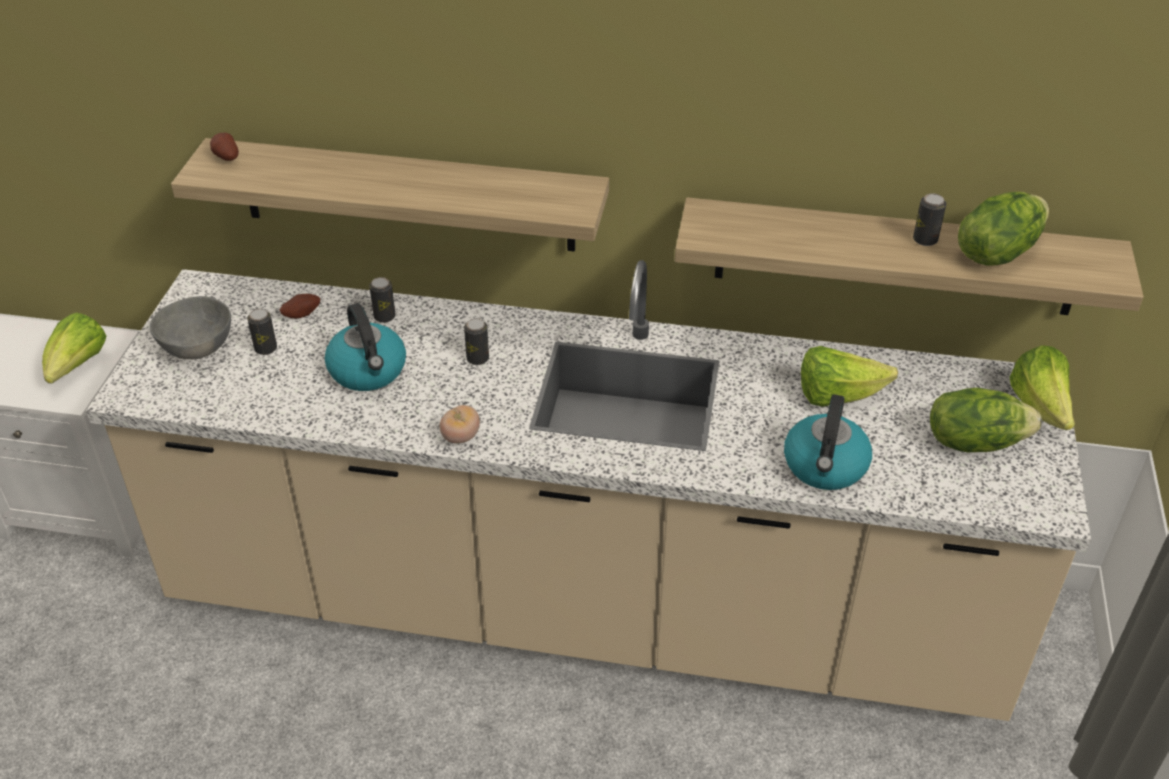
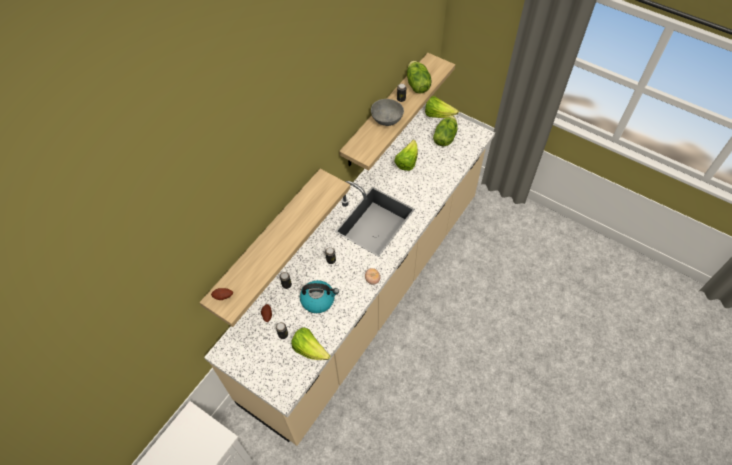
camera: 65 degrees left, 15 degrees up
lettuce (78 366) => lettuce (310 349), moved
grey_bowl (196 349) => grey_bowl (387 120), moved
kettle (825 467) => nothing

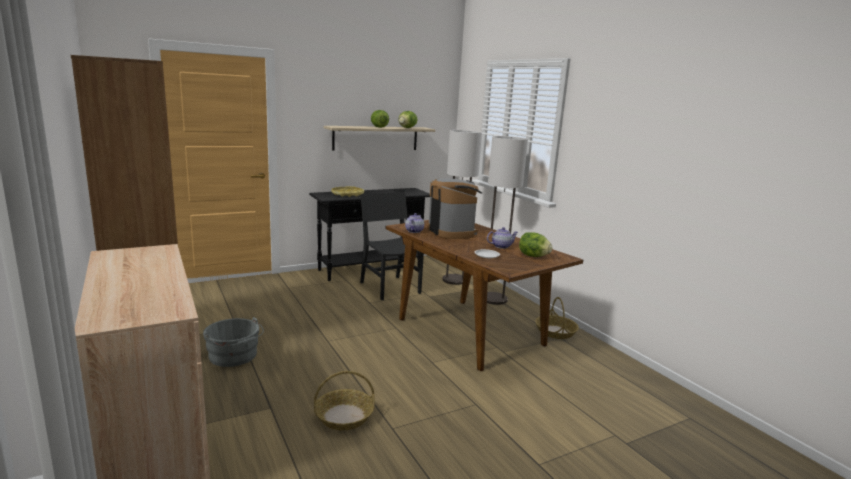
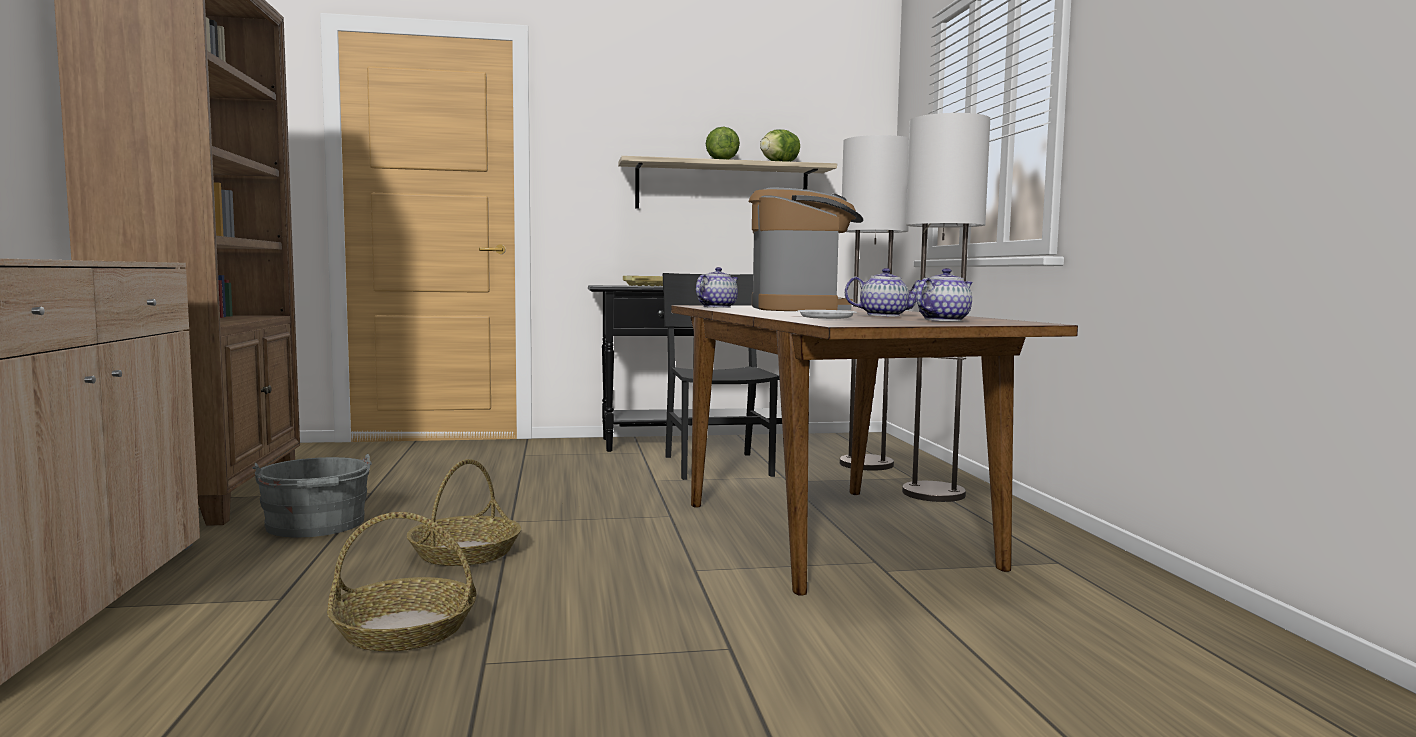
camera: 20 degrees right, 10 degrees down
basket (555 332) => basket (465 553), moved
lettuce (533 256) => teapot (944 320)

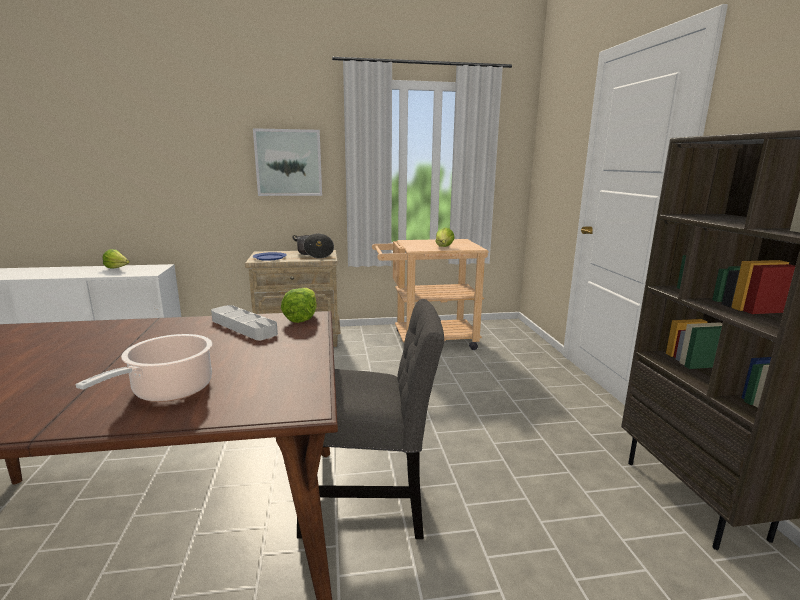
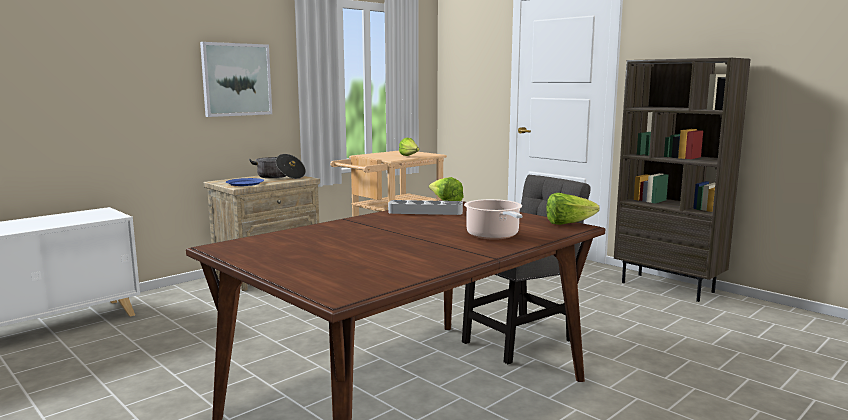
camera: 35 degrees left, 5 degrees down
lettuce (118 269) => lettuce (568 224), moved

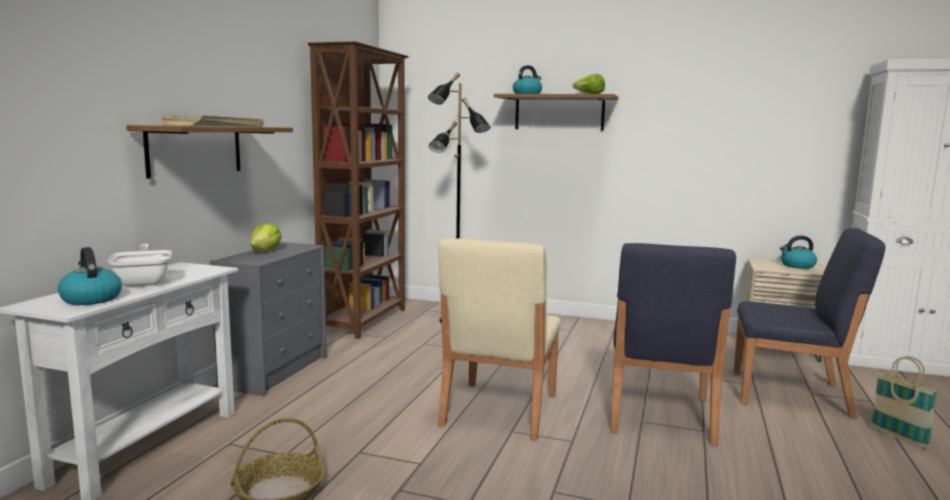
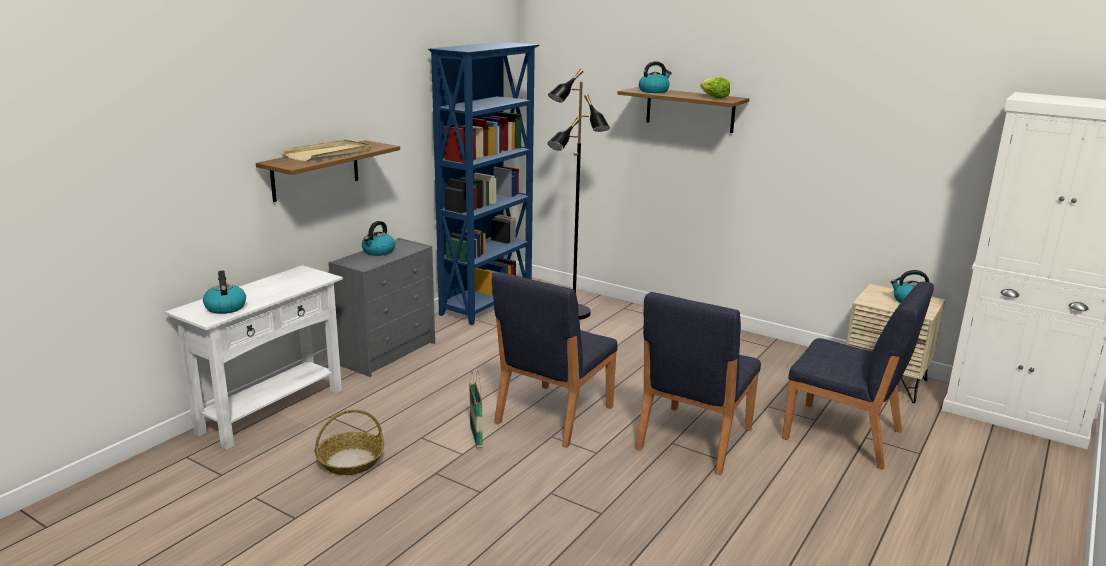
camera: 15 degrees right, 10 degrees up
lettuce (265 251) => kettle (378 252)
brown_bookcase (365 321) => blue_bookcase (488 304)
basket (898 438) => basket (476 437), moved
beige_chair (498 410) => blue_chair (553 415)
frying_pan (144 281) => nothing

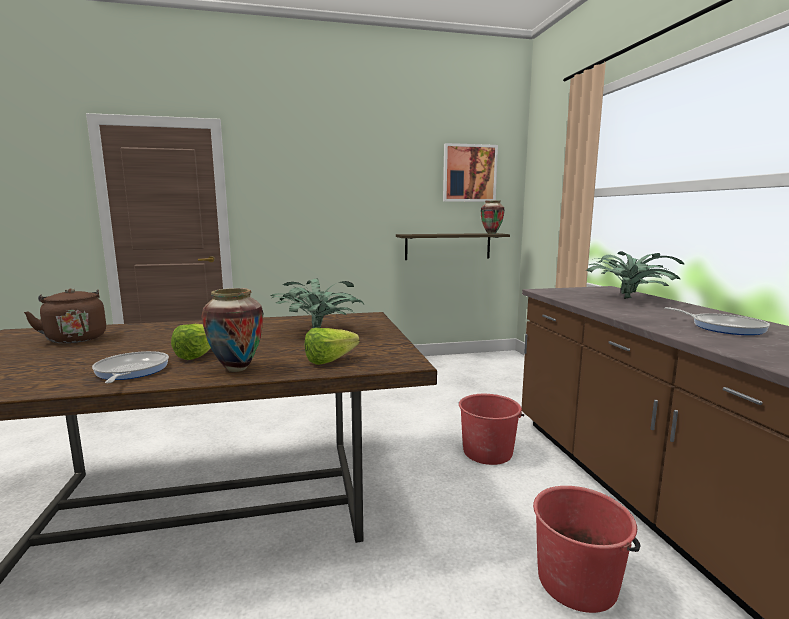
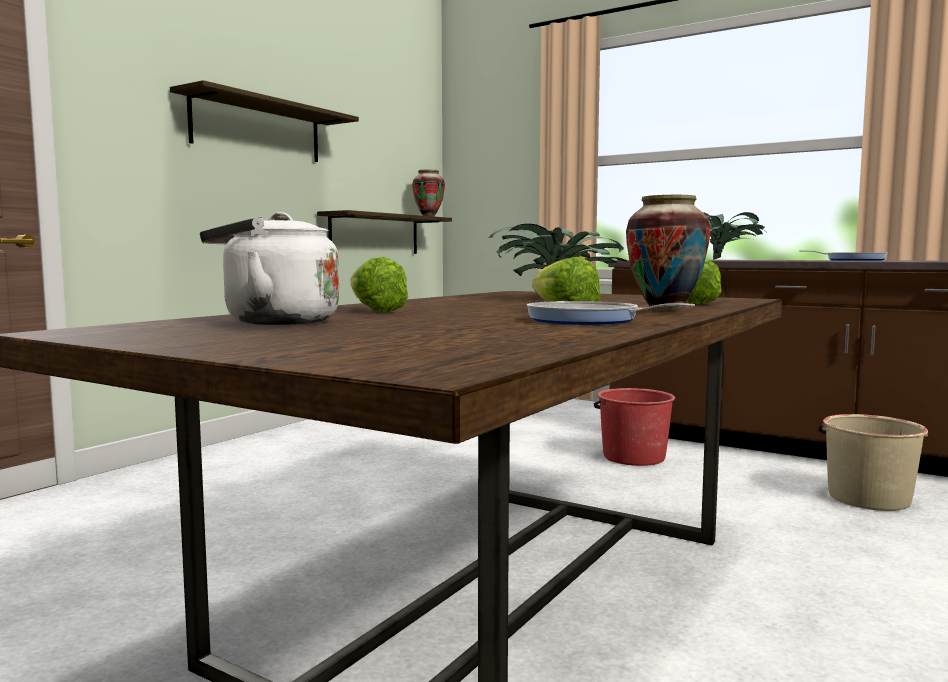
camera: 45 degrees left, 5 degrees down
nothing => shelf (258 129)
brown_kettle (75 338) => white_kettle (274 322)
nothing => lettuce (373 310)
red_bucket (577 581) => beige_bucket (868 498)
picture (469 173) => nothing

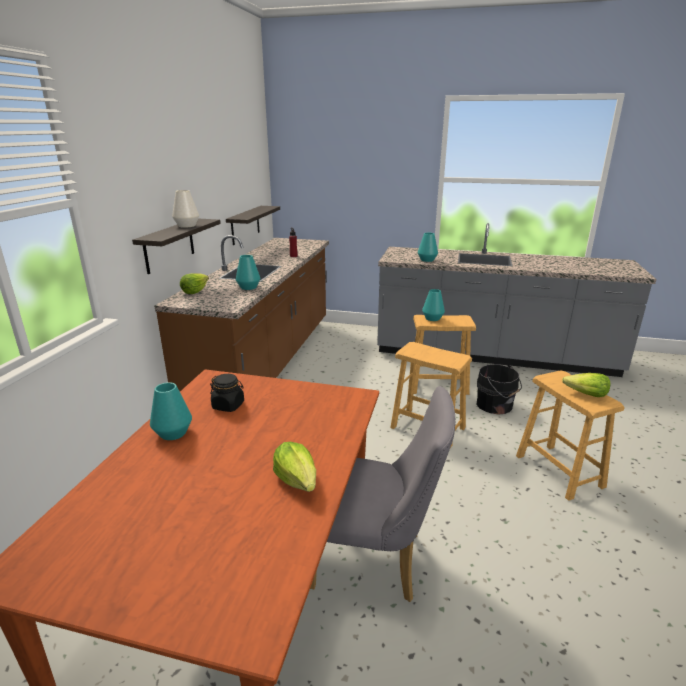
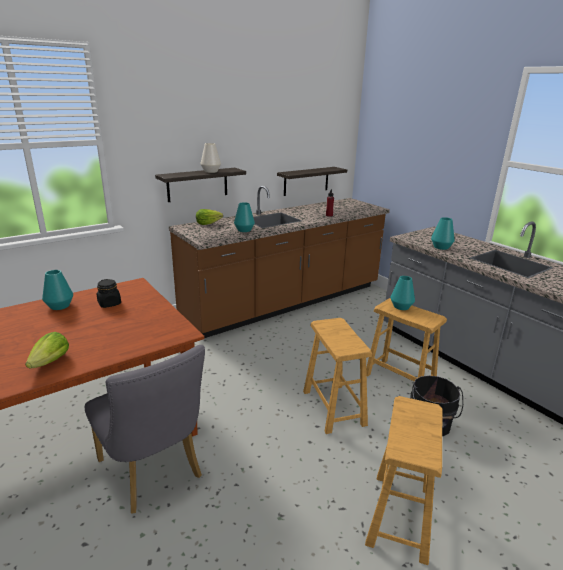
camera: 40 degrees right, 0 degrees up
lettuce (586 394) => nothing

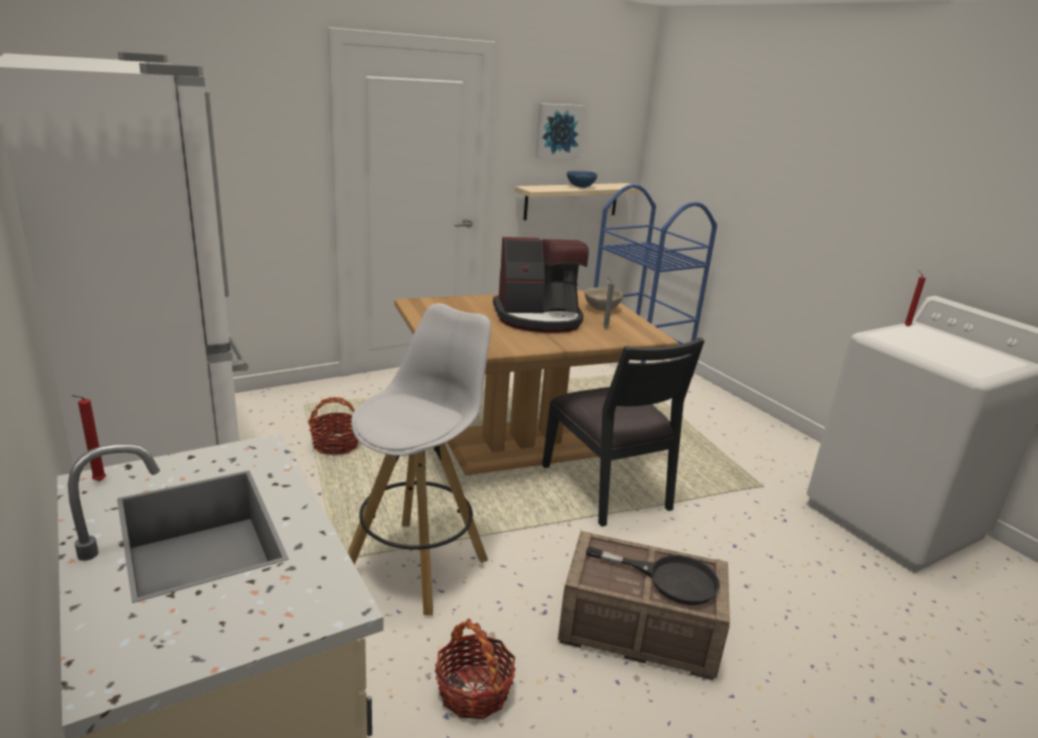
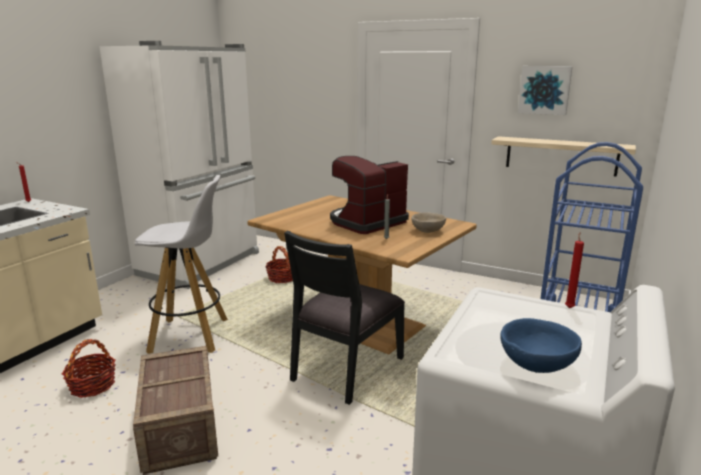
camera: 60 degrees right, 5 degrees down
coffee_machine (539 318) => coffee_machine (366 222), 90 degrees clockwise
blue_bowl (580 186) => blue_bowl (536 364), moved
black_frying_pan (669 578) => nothing

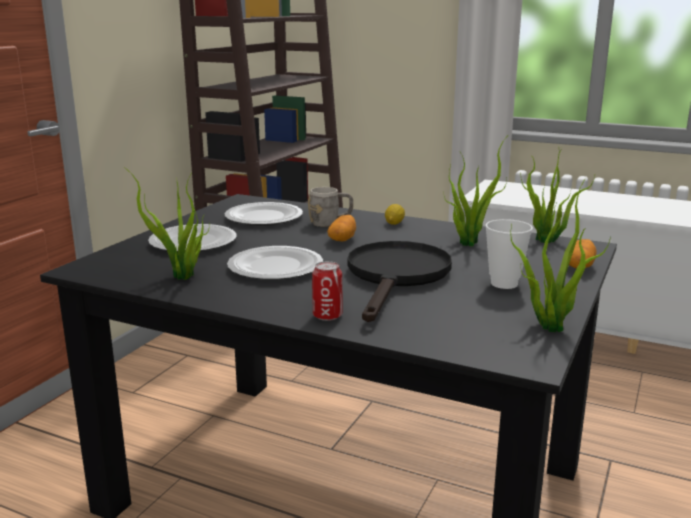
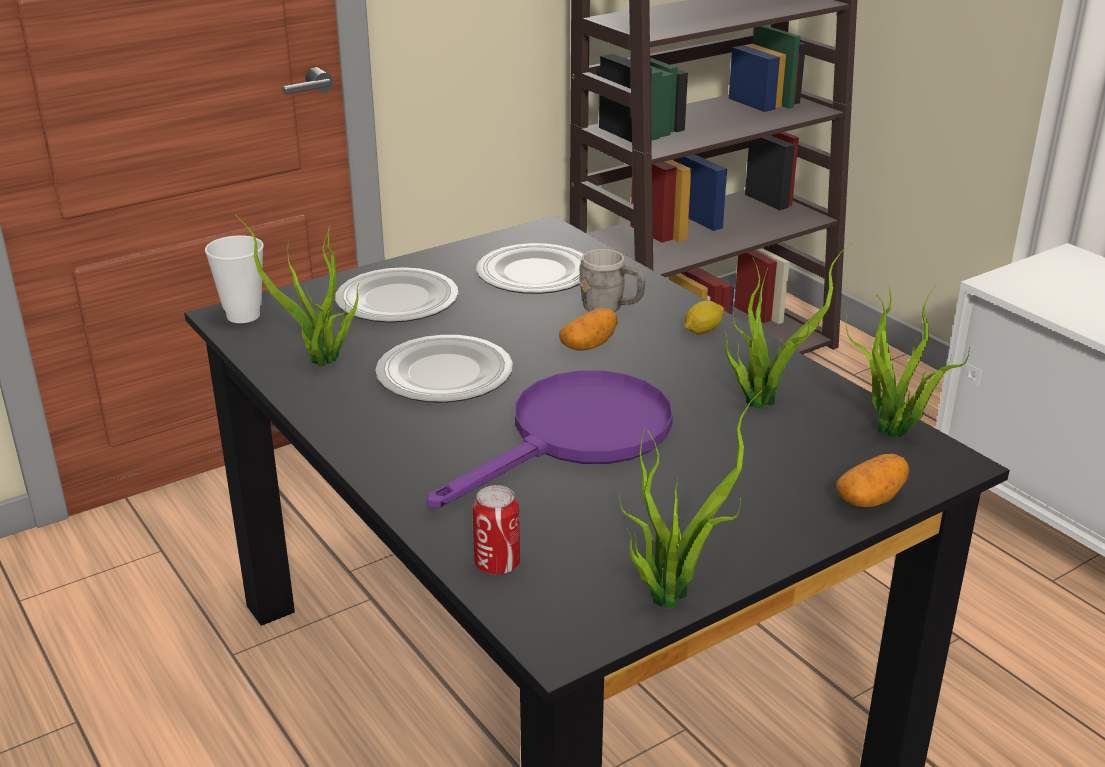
camera: 30 degrees right, 10 degrees up
cup (504 283) => cup (243 315), moved
black_frying_pan (396 276) => purple_frying_pan (576 437)
can (327 316) => can (497 564), moved

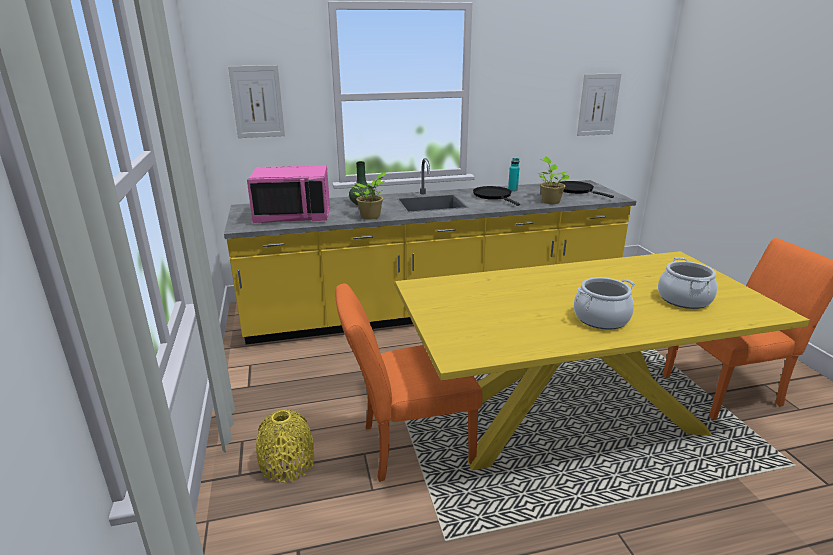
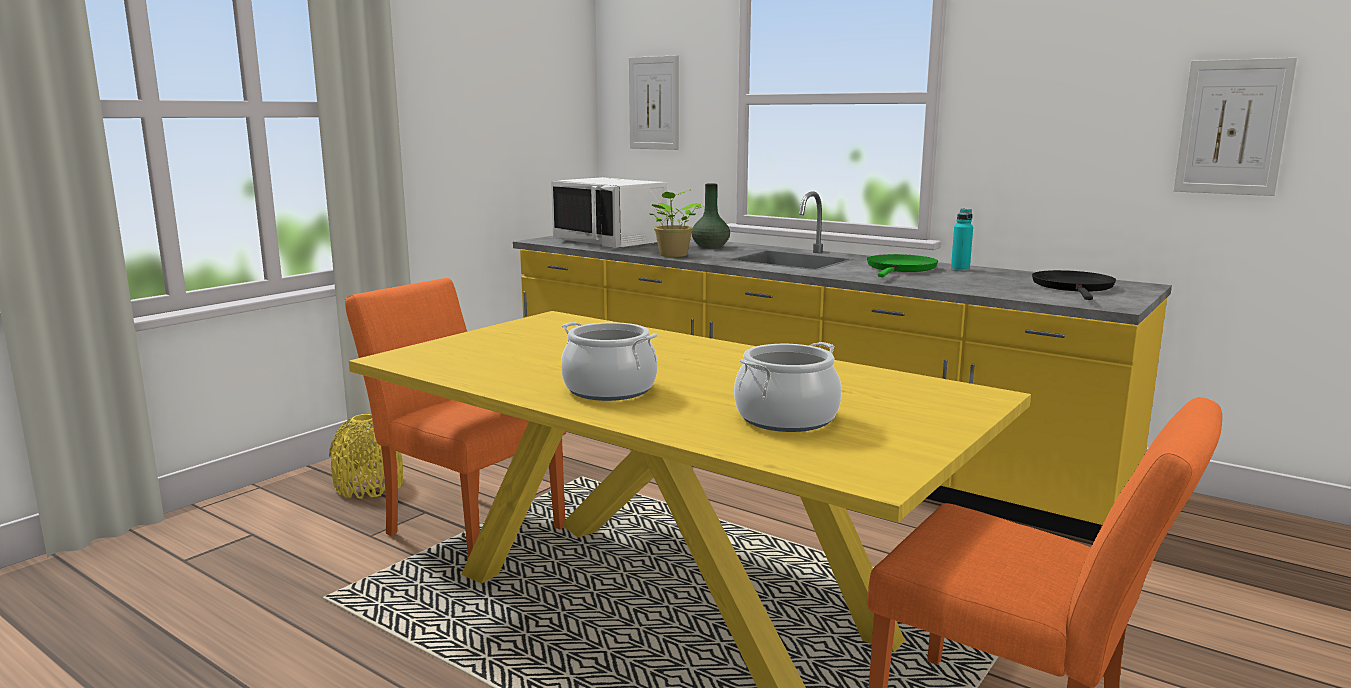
camera: 50 degrees right, 10 degrees down
pink_microwave (293 215) => white_microwave (611 242)
black_frying_pan (493 196) => green_frying_pan (900 269)
potted_plant (550 201) => nothing

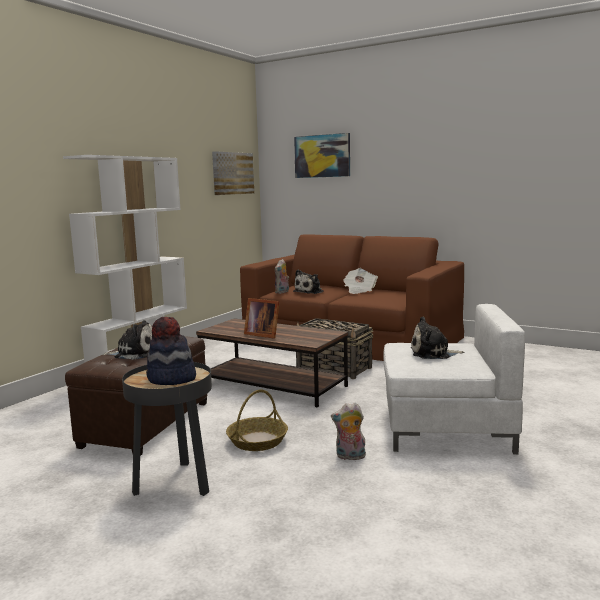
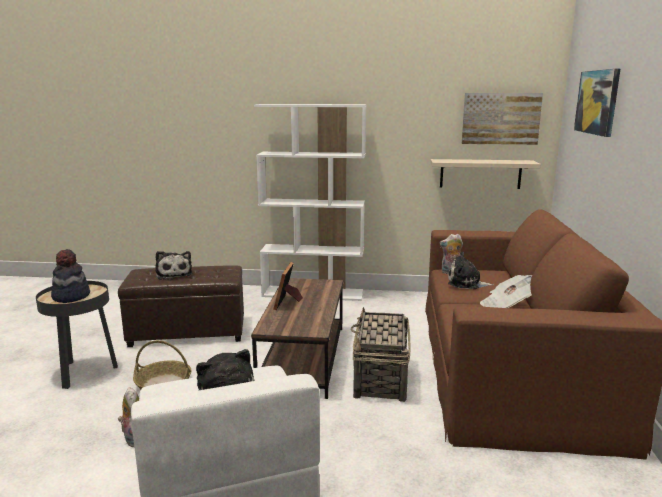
camera: 65 degrees right, 5 degrees up
nothing => beige_shelf (480 173)

